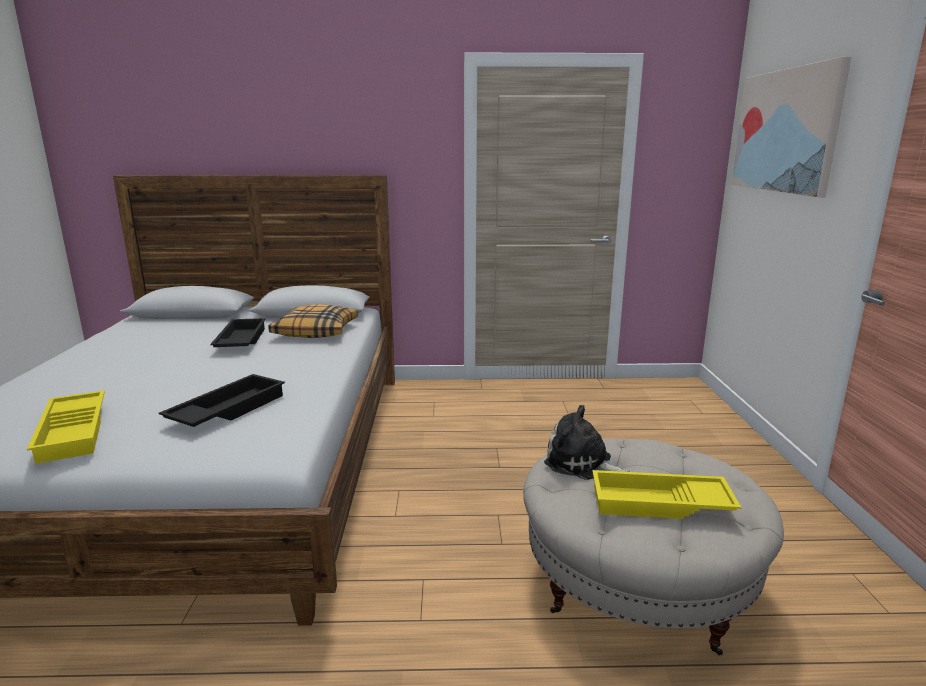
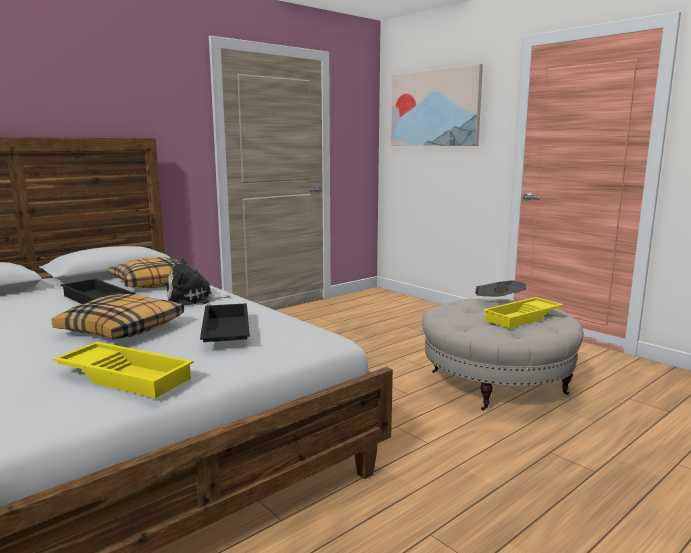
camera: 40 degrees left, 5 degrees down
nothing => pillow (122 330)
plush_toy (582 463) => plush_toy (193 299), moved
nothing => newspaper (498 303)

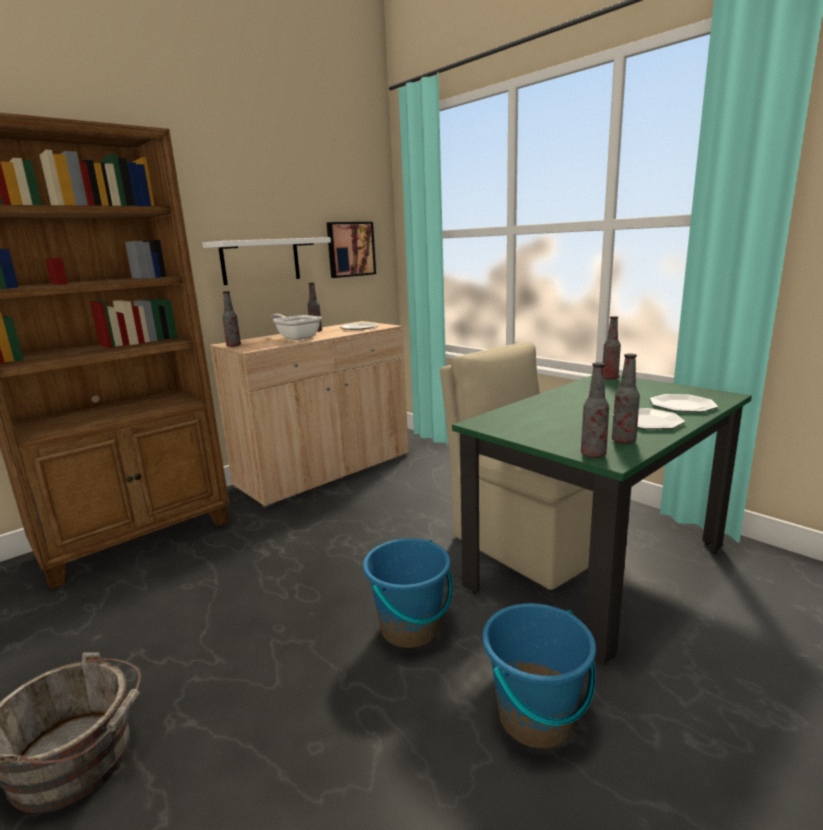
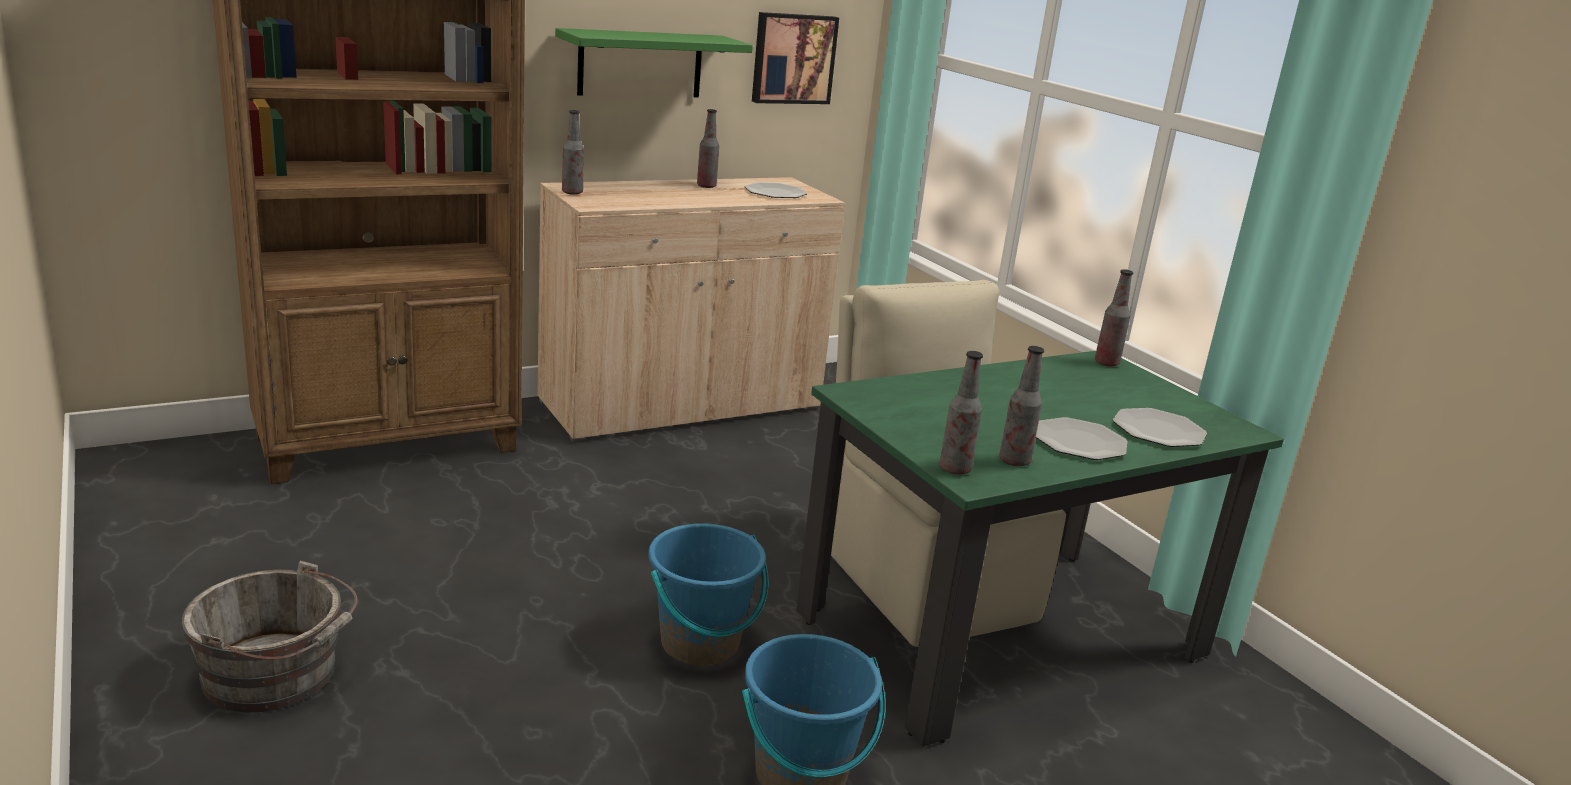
camera: 10 degrees right, 5 degrees up
white_shelf (260 261) => green_shelf (640 64)
frying_pan (296 337) => nothing

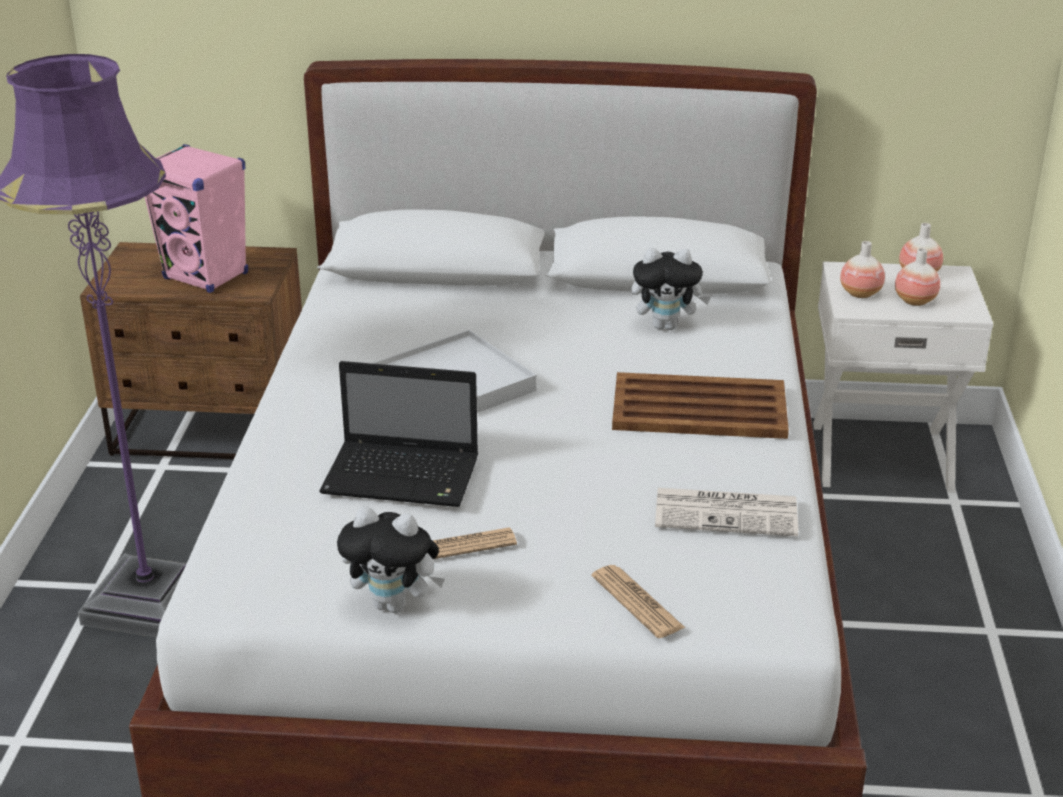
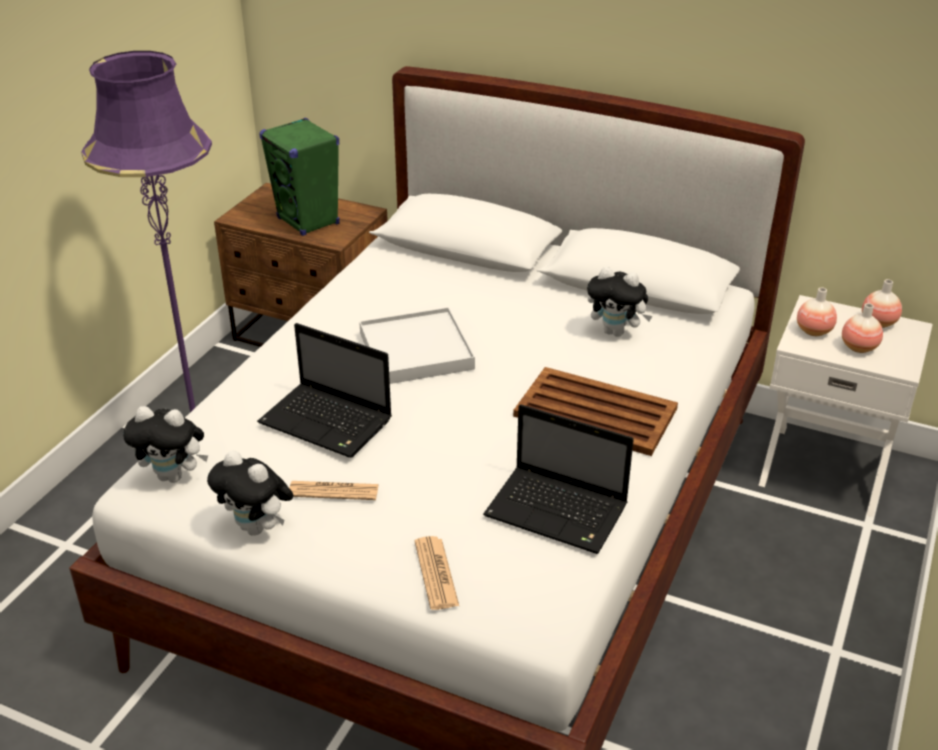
camera: 20 degrees right, 5 degrees up
nothing => plush_toy (174 476)
pink_speaker (206 276) => green_speaker (308 221)
newspaper (728 513) => laptop (559 512)

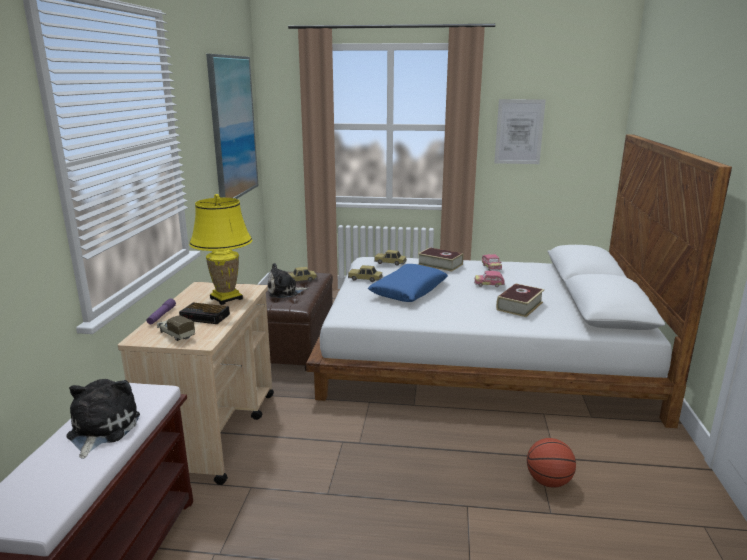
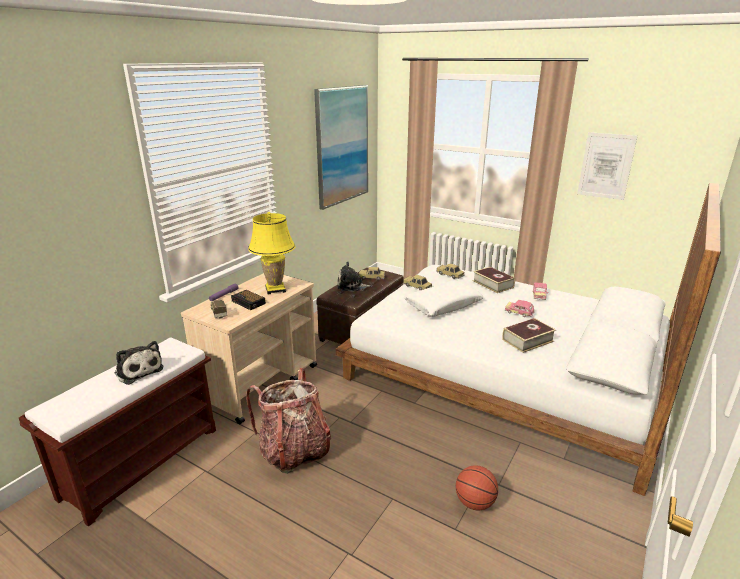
camera: 25 degrees right, 5 degrees up
plush_toy (101 429) => plush_toy (138 370), 105 degrees clockwise
nothing => backpack (294 451)
blue_pillow (408 291) => white_pillow (443 305)

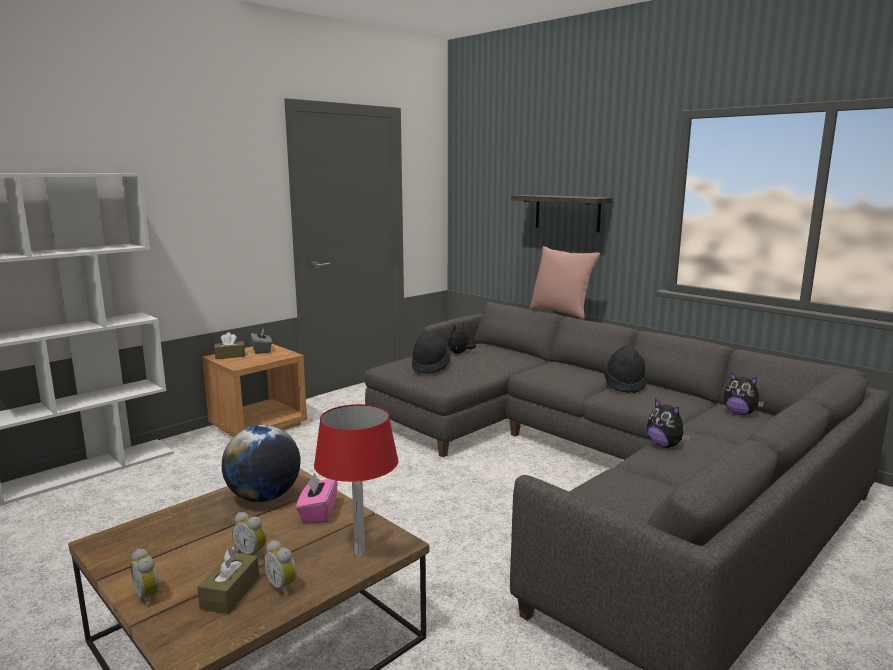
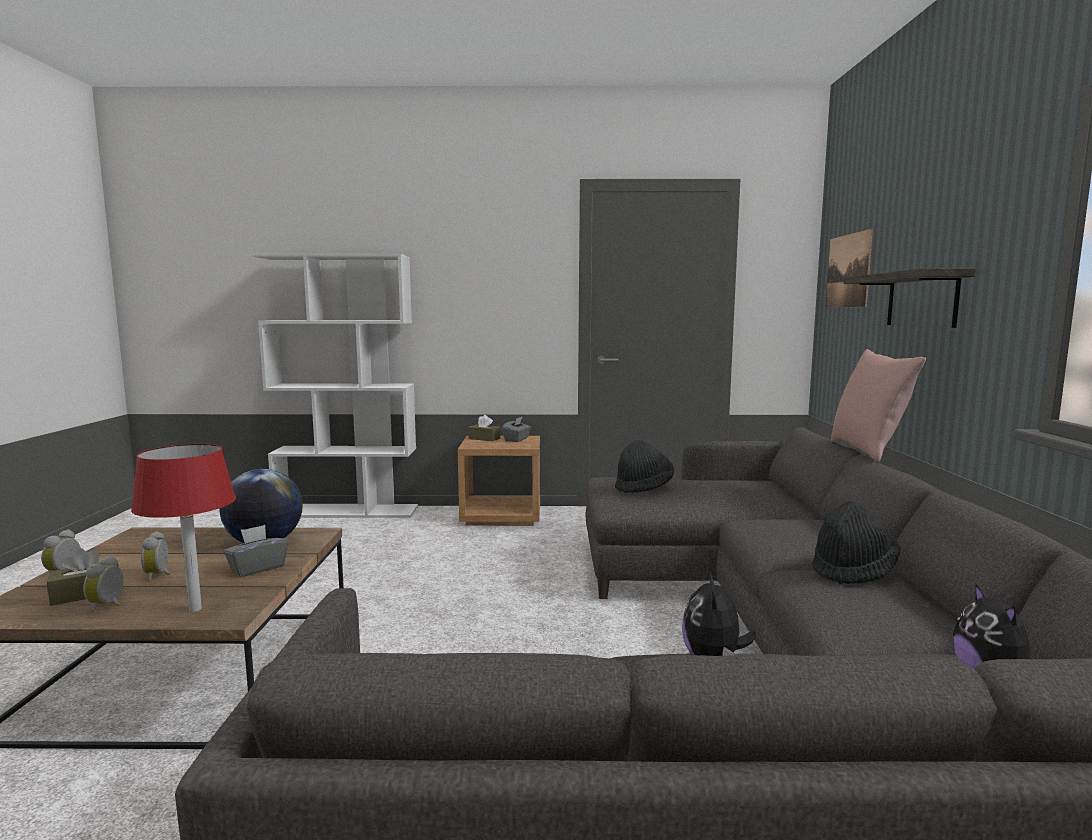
camera: 45 degrees right, 5 degrees down
pink_tissue_box (318 513) => grey_tissue_box (257 568)
nothing => picture (848 271)
plush_toy (459 353) => nothing

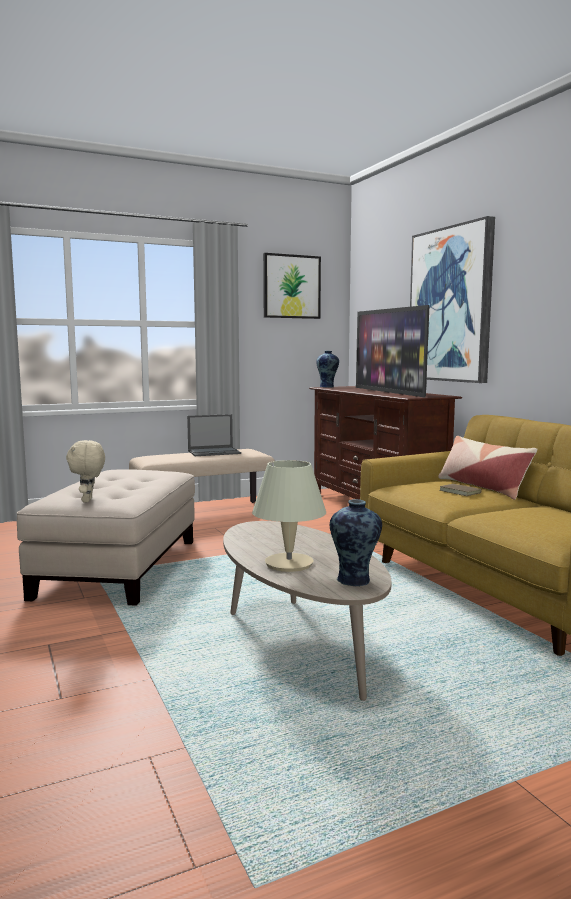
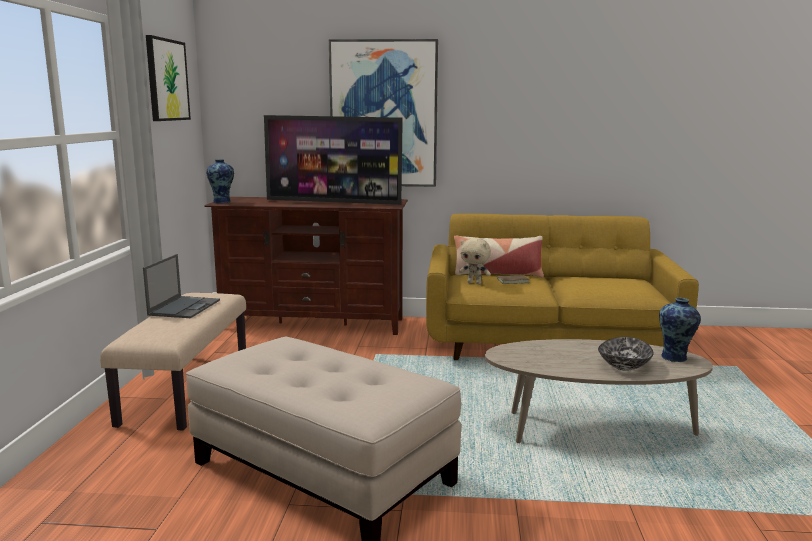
camera: 60 degrees left, 5 degrees up
beige_plush_toy (88 500) => beige_plush_toy (474 283), moved
beige_table_lamp (288 564) => bowl (624 366)

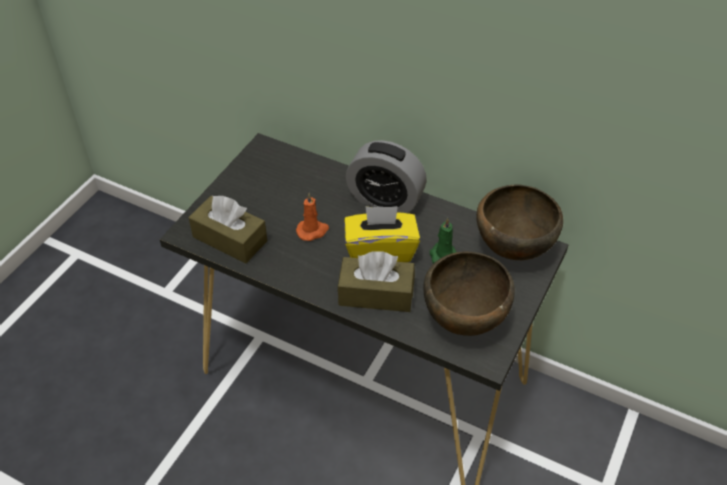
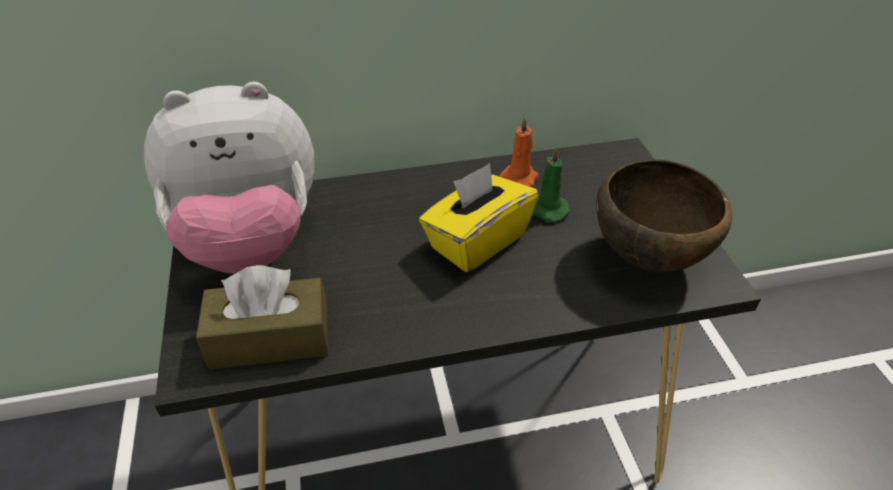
camera: 40 degrees left, 5 degrees down
nothing => plush_toy (250 242)
orange_candle (313 231) => orange_candle (520 177), moved
brown_tissue_box (376 294) => nothing
alarm_clock (385 200) => nothing
brown_bowl (512 250) => nothing

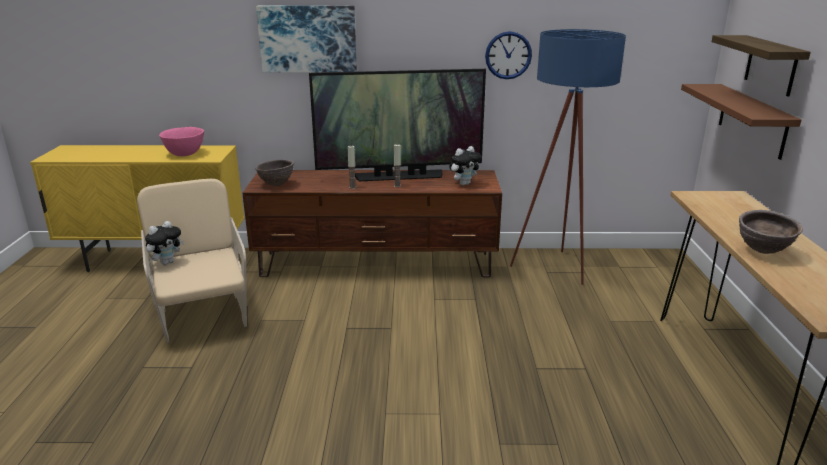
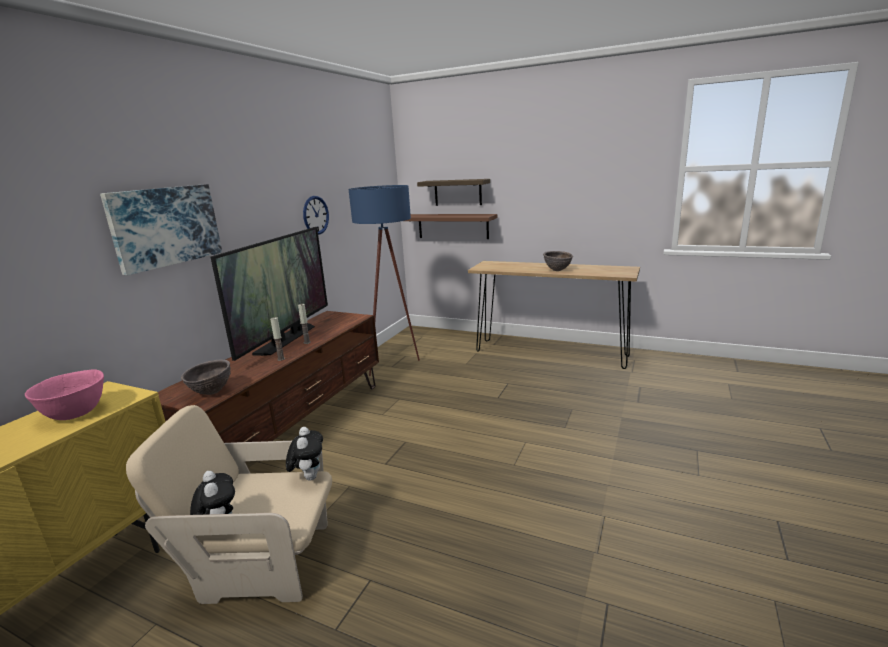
camera: 65 degrees left, 5 degrees down
plush_toy (464 184) => plush_toy (309 476), moved

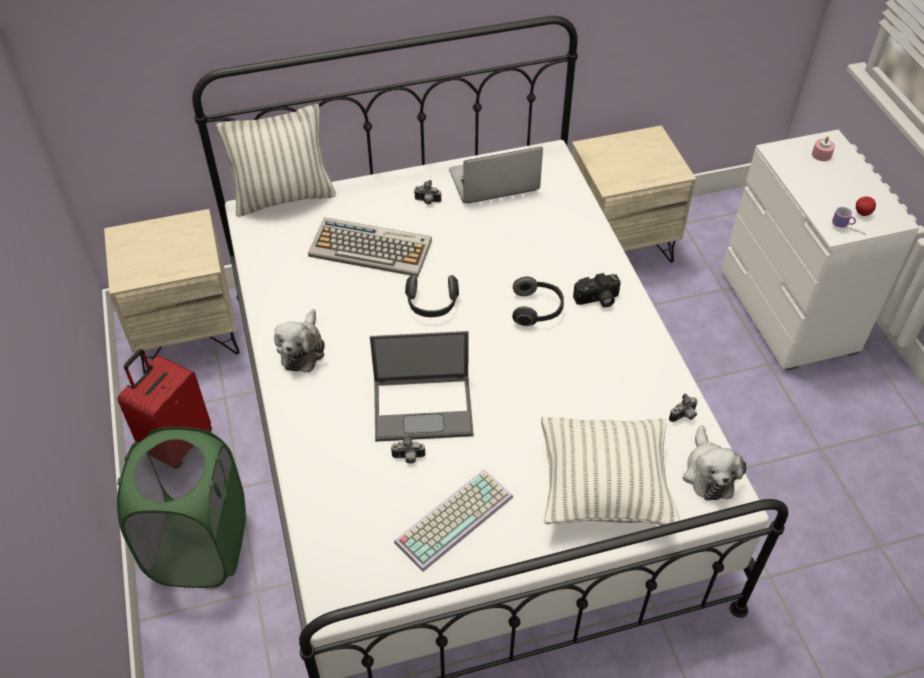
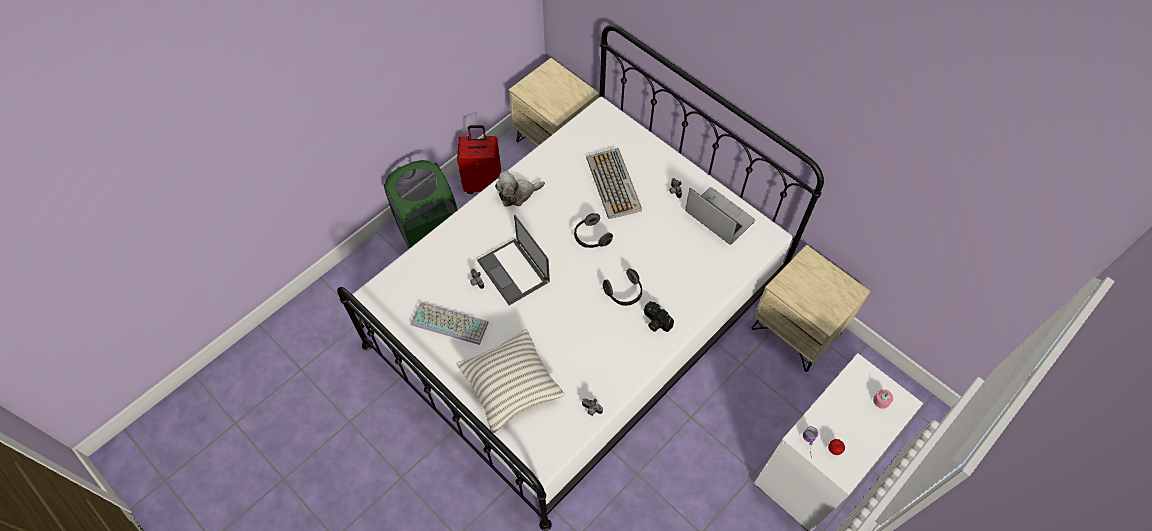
camera: 60 degrees right, 10 degrees up
pillow (284 197) => nothing
plush_toy (708 473) => nothing

